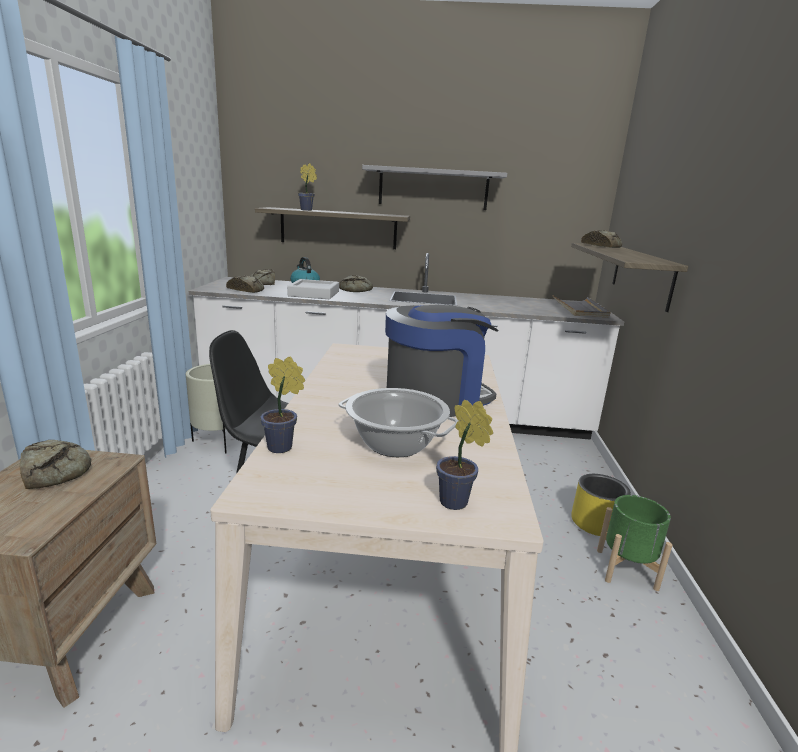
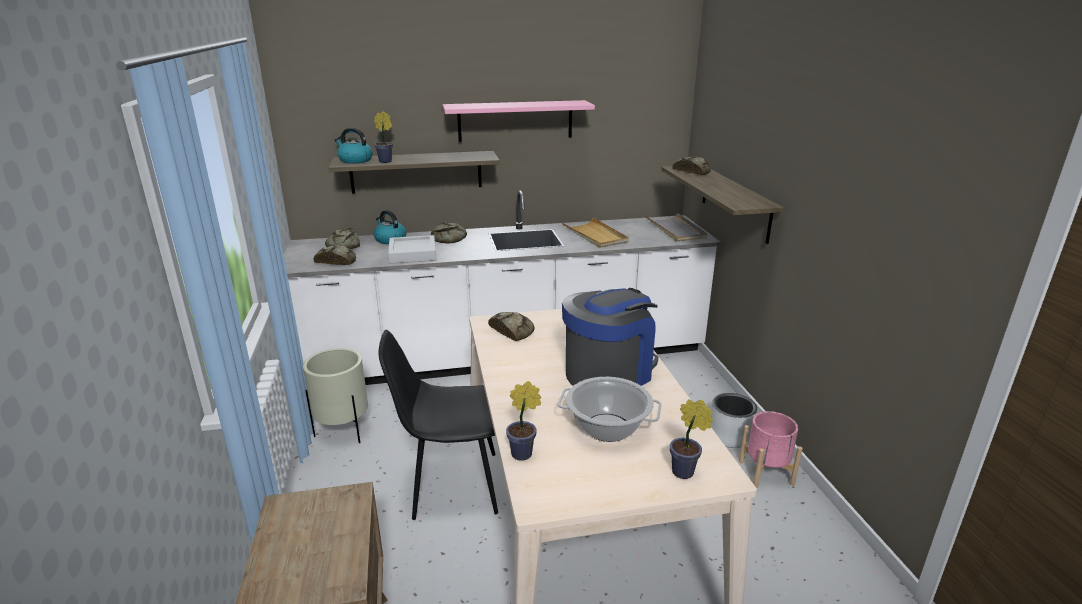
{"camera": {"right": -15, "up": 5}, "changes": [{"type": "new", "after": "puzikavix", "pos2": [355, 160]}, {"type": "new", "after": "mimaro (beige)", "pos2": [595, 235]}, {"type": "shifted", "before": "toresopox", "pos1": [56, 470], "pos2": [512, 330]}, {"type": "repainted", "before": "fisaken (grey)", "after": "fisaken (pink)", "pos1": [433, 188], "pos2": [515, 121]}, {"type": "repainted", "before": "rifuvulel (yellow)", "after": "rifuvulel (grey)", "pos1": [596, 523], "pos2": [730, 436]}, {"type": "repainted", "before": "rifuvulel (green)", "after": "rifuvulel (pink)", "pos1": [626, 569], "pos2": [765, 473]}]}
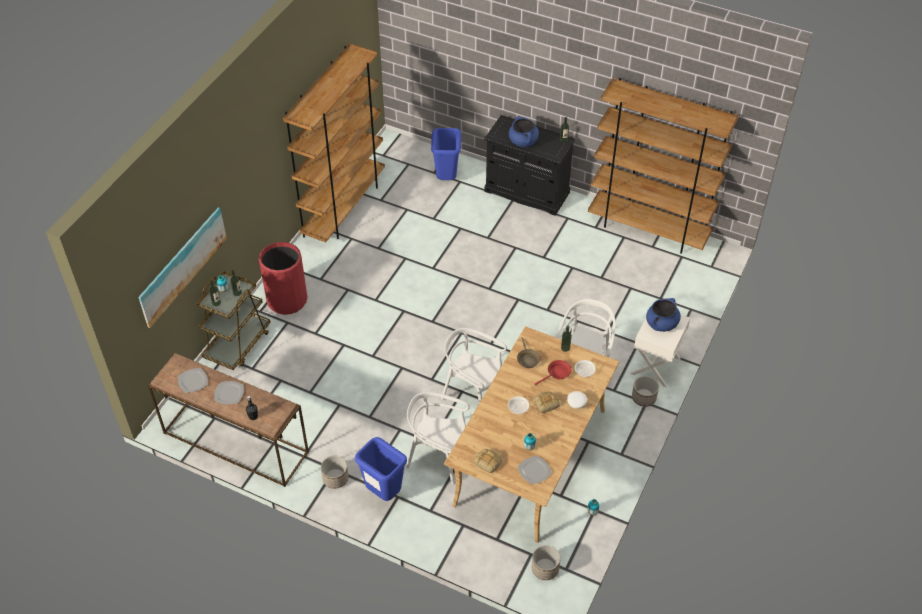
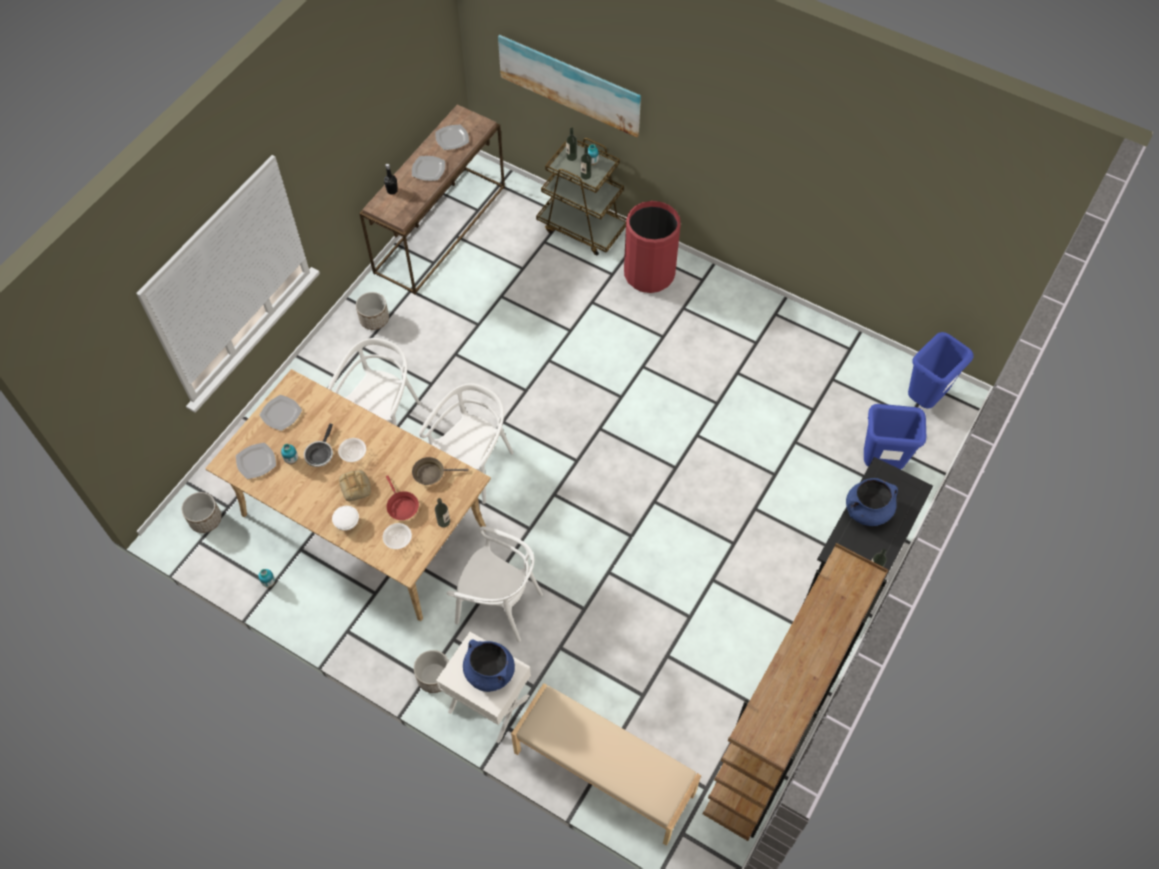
{"camera": {"right": 95, "up": 10}, "changes": [{"type": "gone", "before": "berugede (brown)", "pos1": [344, 207]}, {"type": "new", "after": "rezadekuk", "pos2": [320, 454]}, {"type": "new", "after": "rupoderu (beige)", "pos2": [603, 773]}, {"type": "shifted", "before": "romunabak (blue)", "pos1": [383, 493], "pos2": [924, 399]}, {"type": "swapped", "before": "toresopox", "after": "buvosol", "pos1": [488, 462], "pos2": [281, 414]}]}
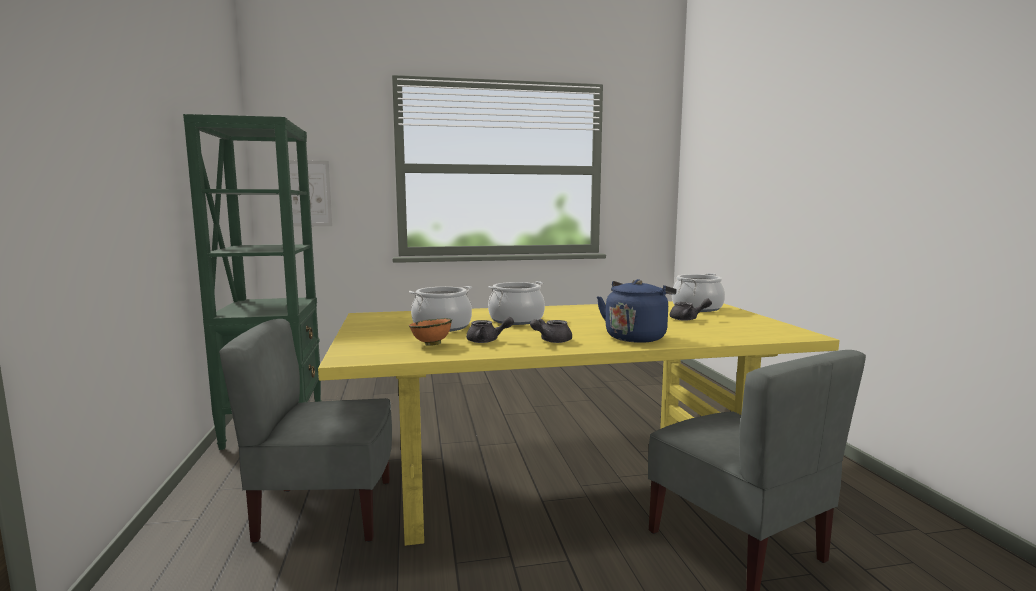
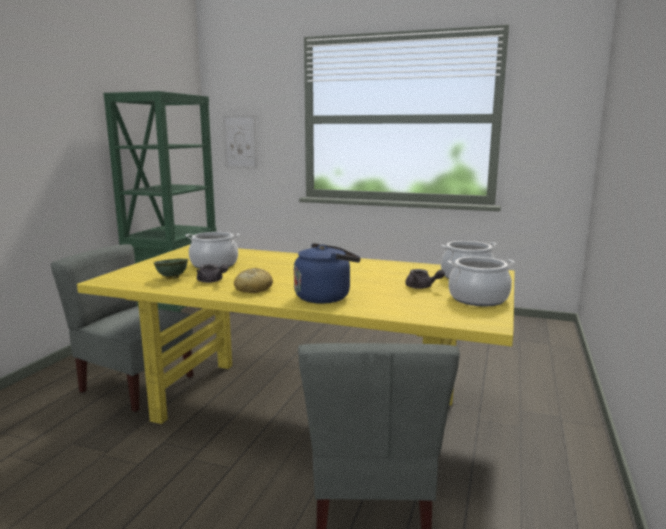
{"camera": {"right": 30, "up": 5}, "changes": [{"type": "shifted", "before": "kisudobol", "pos1": [516, 320], "pos2": [478, 299]}, {"type": "swapped", "before": "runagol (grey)", "after": "toresopox", "pos1": [551, 341], "pos2": [253, 289]}, {"type": "repainted", "before": "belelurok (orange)", "after": "belelurok (green)", "pos1": [431, 344], "pos2": [171, 278]}]}
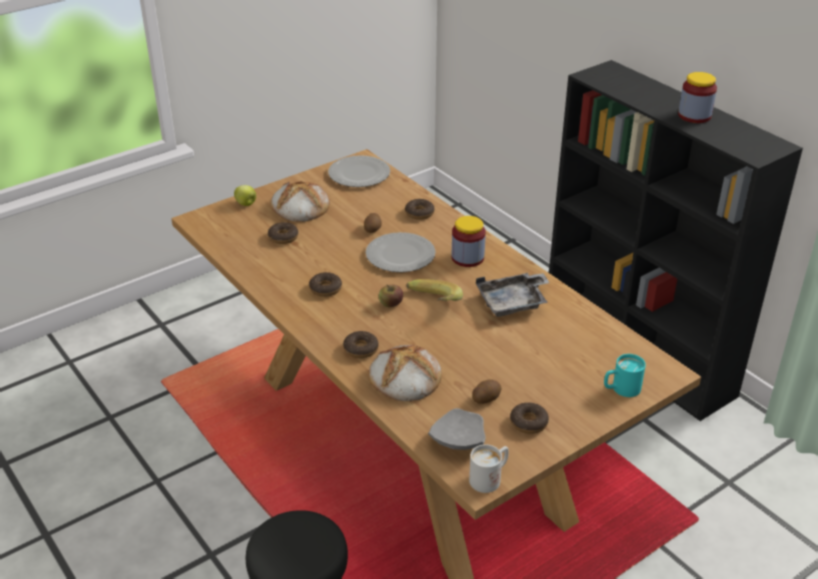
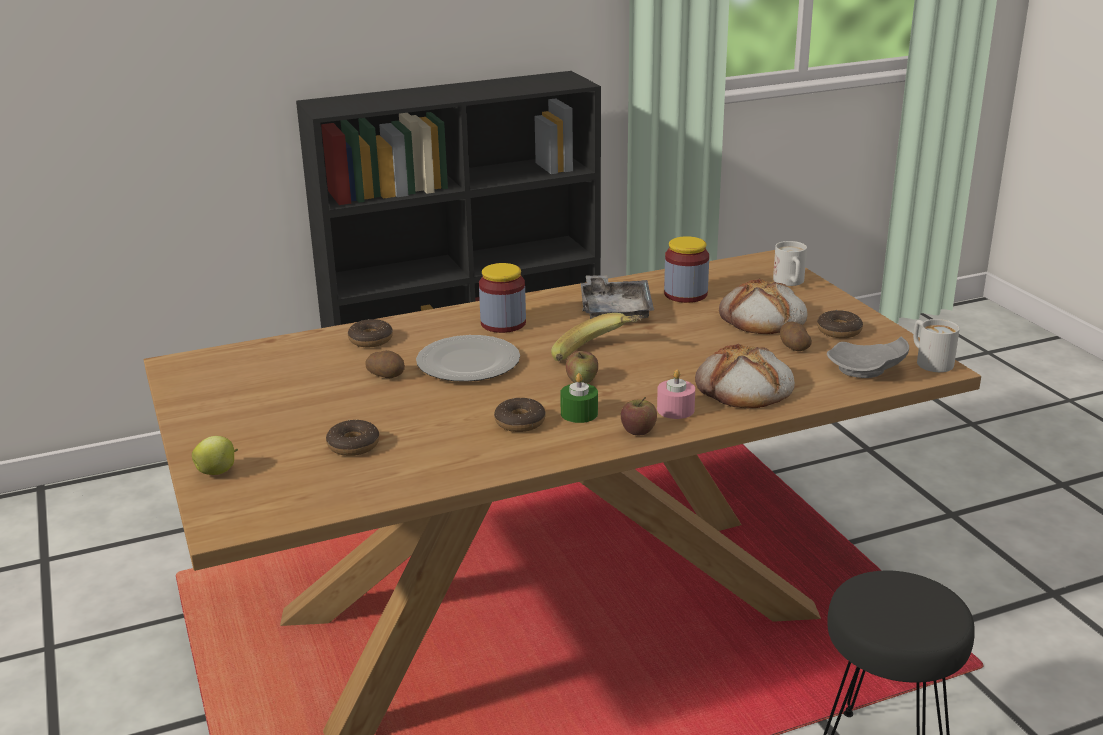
{"camera": {"right": -75, "up": -10}, "changes": [{"type": "gone", "before": "buvosol", "pos1": [358, 174]}, {"type": "new", "after": "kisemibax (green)", "pos2": [579, 413]}, {"type": "new", "after": "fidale", "pos2": [638, 431]}, {"type": "shifted", "before": "toresopox", "pos1": [300, 206], "pos2": [762, 318]}, {"type": "shifted", "before": "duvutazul", "pos1": [694, 116], "pos2": [685, 294]}, {"type": "swapped", "before": "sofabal", "after": "kisemibax (pink)", "pos1": [361, 349], "pos2": [675, 409]}, {"type": "repainted", "before": "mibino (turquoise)", "after": "mibino (white)", "pos1": [620, 389], "pos2": [790, 283]}]}
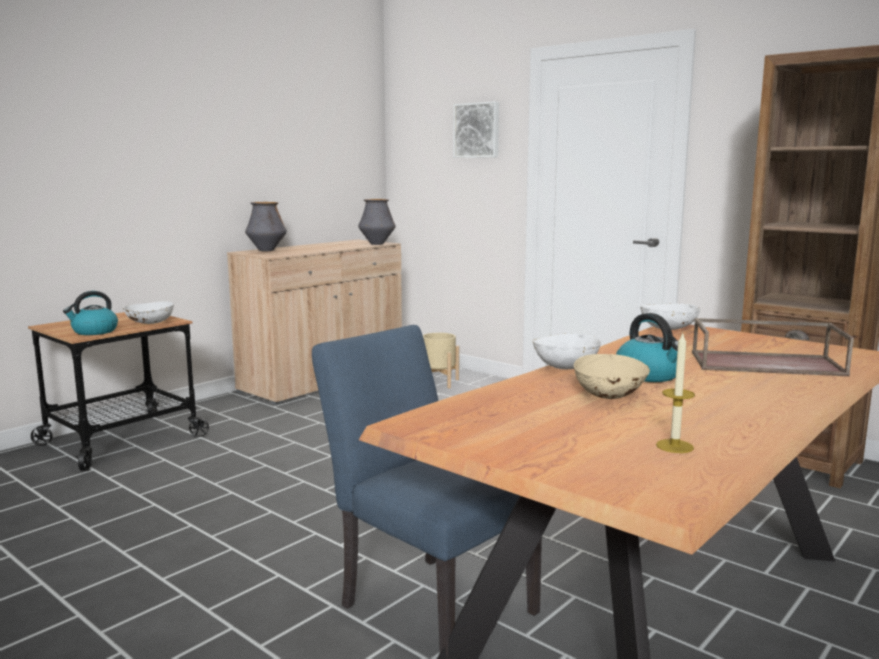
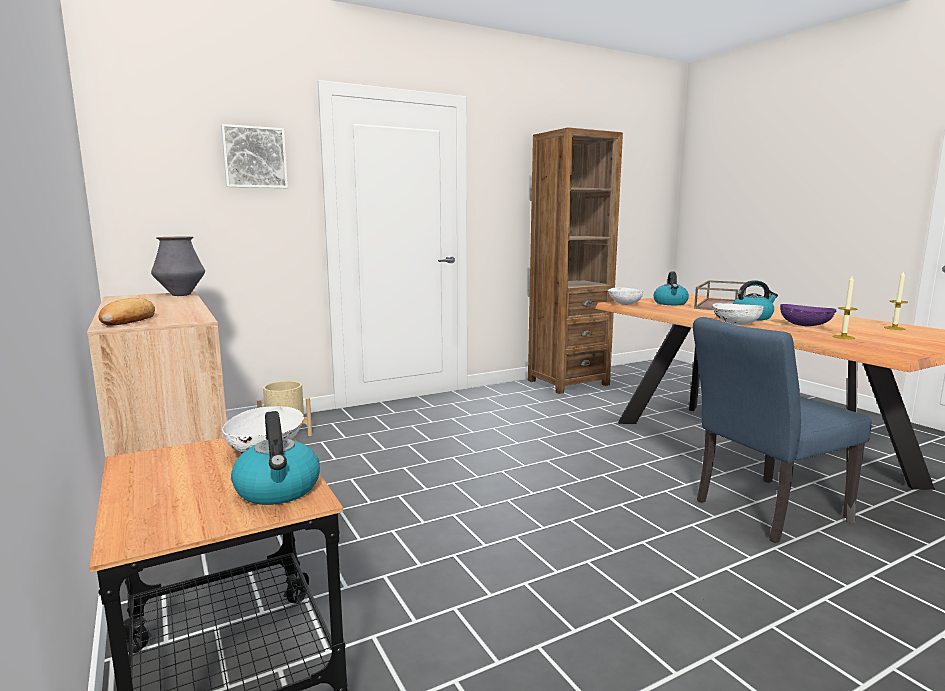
{"camera": {"right": -70, "up": 0}, "changes": [{"type": "new", "after": "puzikavix", "pos2": [670, 303]}, {"type": "new", "after": "kisemibax", "pos2": [843, 337]}, {"type": "swapped", "before": "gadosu", "after": "toresopox", "pos1": [266, 250], "pos2": [128, 319]}, {"type": "repainted", "before": "belelurok (beige)", "after": "belelurok (purple)", "pos1": [610, 396], "pos2": [805, 325]}]}
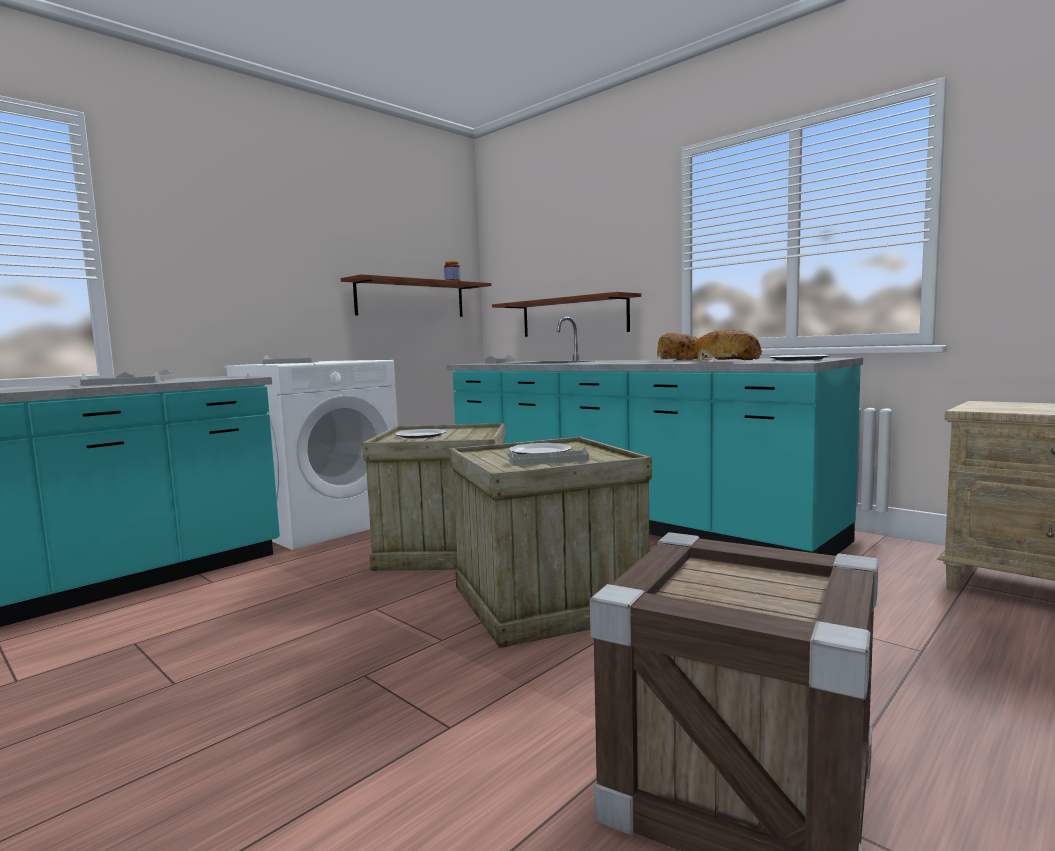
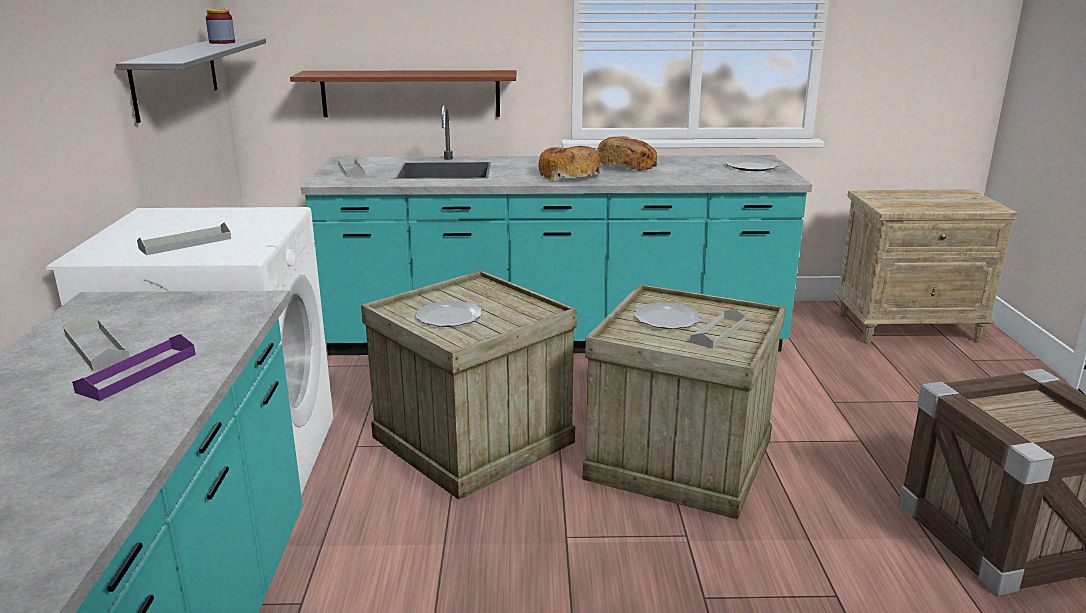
{"camera": {"right": -45, "up": 15}, "changes": [{"type": "shifted", "before": "toresopox", "pos1": [726, 361], "pos2": [568, 175]}, {"type": "repainted", "before": "mimaro (grey)", "after": "mimaro (purple)", "pos1": [121, 383], "pos2": [138, 372]}, {"type": "repainted", "before": "fisaken (brown)", "after": "fisaken (grey)", "pos1": [411, 299], "pos2": [176, 77]}]}
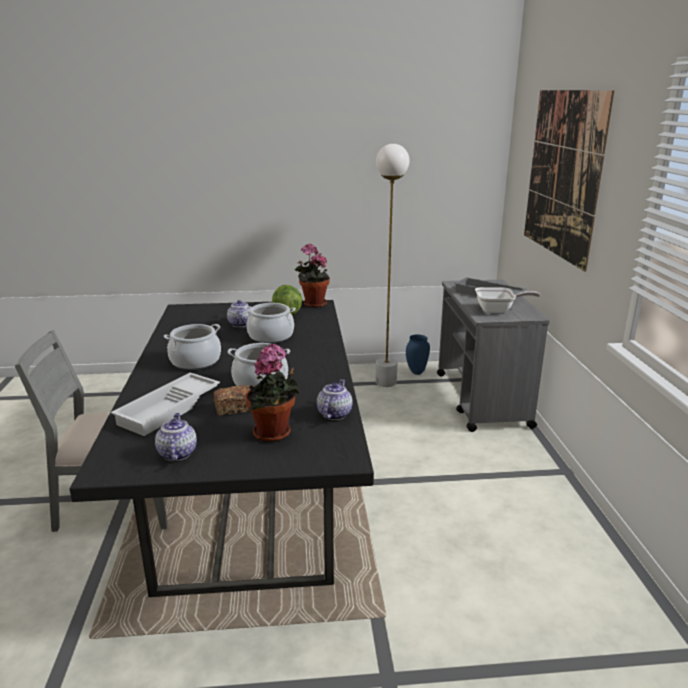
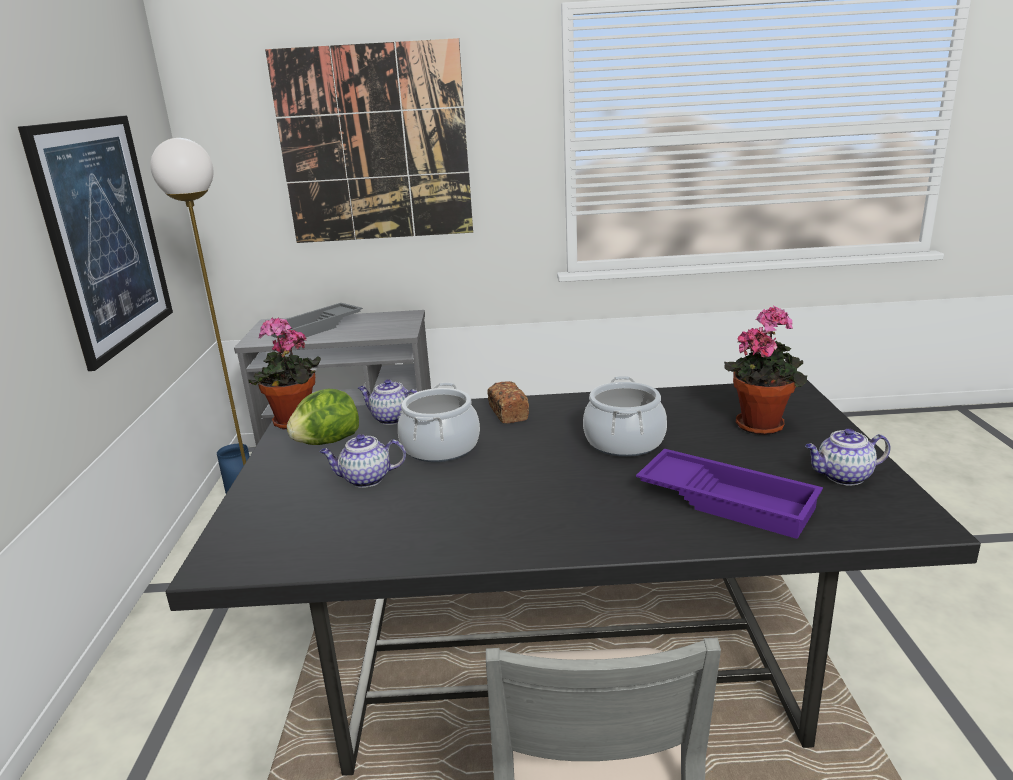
{"camera": {"right": -85, "up": 0}, "changes": [{"type": "gone", "before": "kisudobol", "pos1": [195, 362]}, {"type": "gone", "before": "rezadekuk", "pos1": [498, 310]}, {"type": "new", "after": "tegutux", "pos2": [105, 235]}, {"type": "shifted", "before": "toresopox", "pos1": [237, 408], "pos2": [508, 413]}, {"type": "shifted", "before": "runagol", "pos1": [334, 414], "pos2": [391, 418]}, {"type": "repainted", "before": "mimaro (white)", "after": "mimaro (purple)", "pos1": [169, 409], "pos2": [728, 500]}]}
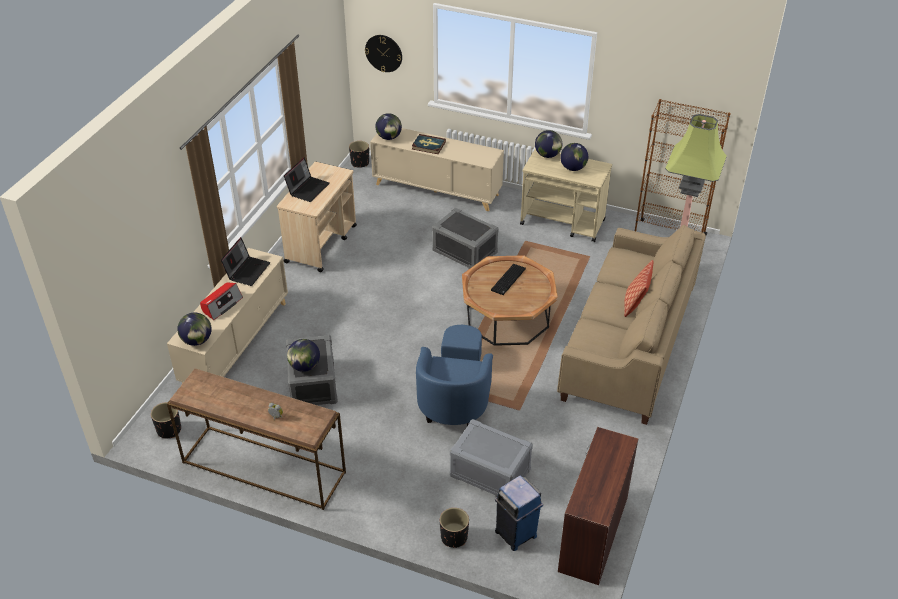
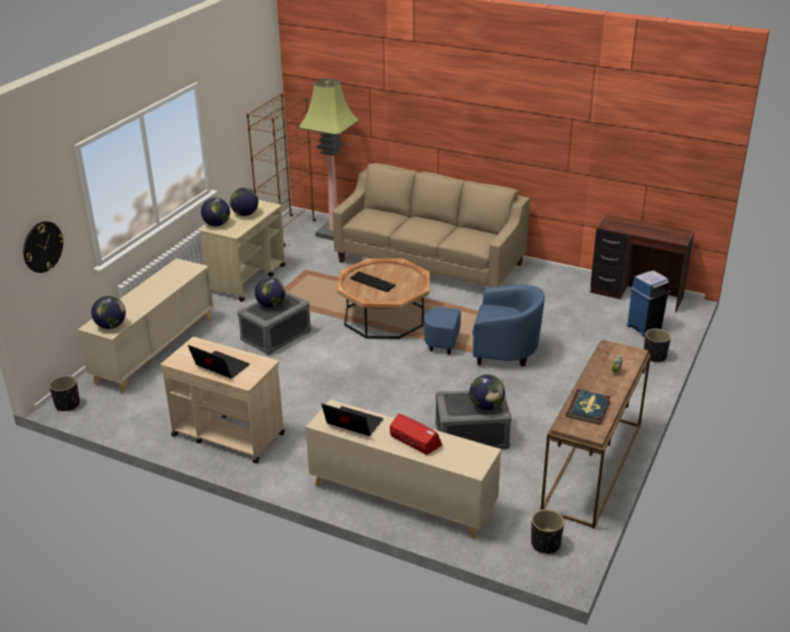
{"camera": {"right": -85, "up": -10}, "changes": [{"type": "gone", "before": "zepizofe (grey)", "pos1": [489, 473]}, {"type": "gone", "before": "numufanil", "pos1": [635, 304]}, {"type": "shifted", "before": "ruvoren", "pos1": [197, 341], "pos2": [271, 305]}, {"type": "shifted", "before": "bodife", "pos1": [428, 145], "pos2": [588, 409]}]}
